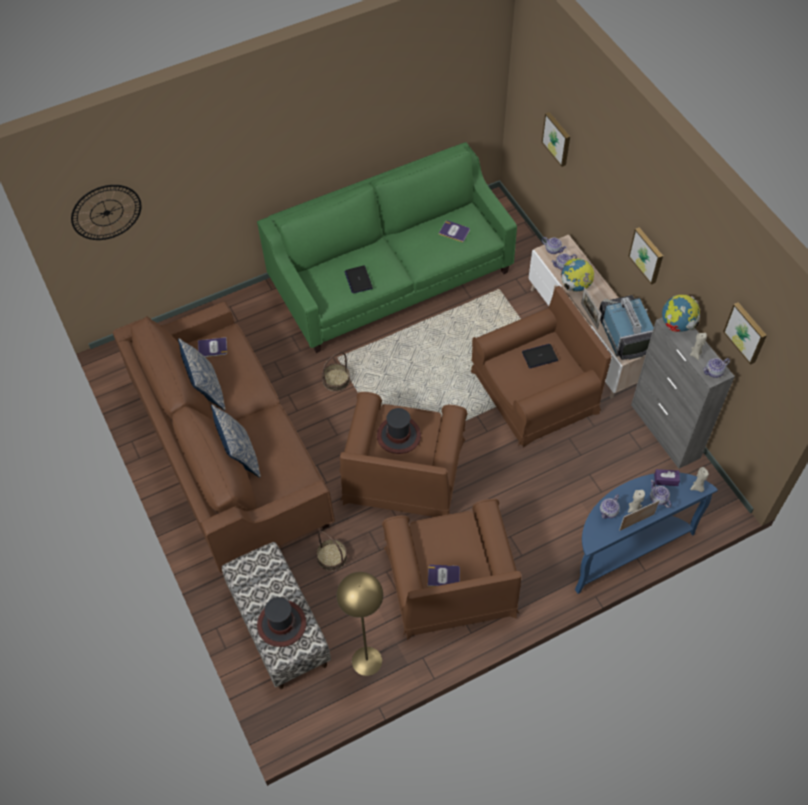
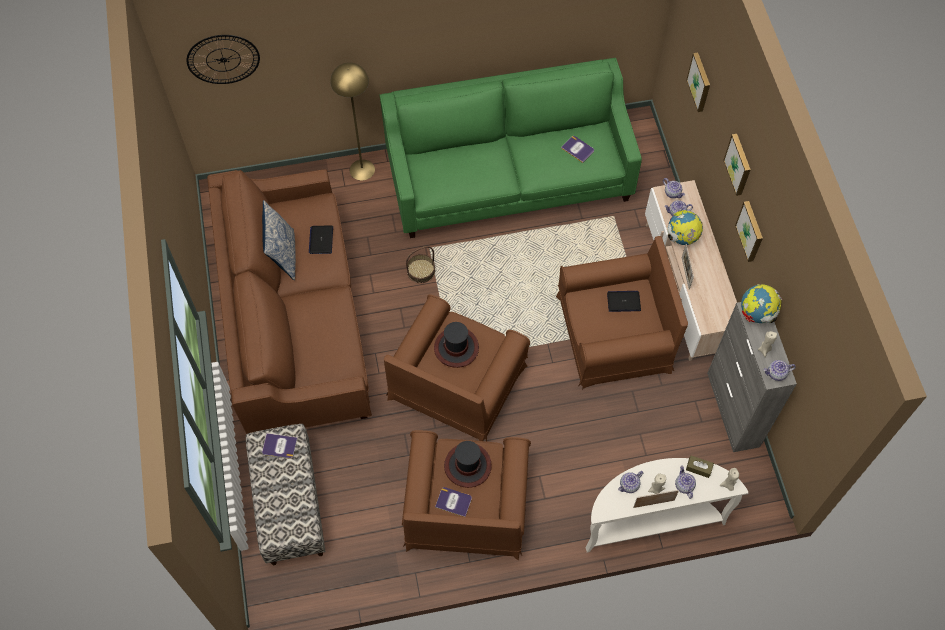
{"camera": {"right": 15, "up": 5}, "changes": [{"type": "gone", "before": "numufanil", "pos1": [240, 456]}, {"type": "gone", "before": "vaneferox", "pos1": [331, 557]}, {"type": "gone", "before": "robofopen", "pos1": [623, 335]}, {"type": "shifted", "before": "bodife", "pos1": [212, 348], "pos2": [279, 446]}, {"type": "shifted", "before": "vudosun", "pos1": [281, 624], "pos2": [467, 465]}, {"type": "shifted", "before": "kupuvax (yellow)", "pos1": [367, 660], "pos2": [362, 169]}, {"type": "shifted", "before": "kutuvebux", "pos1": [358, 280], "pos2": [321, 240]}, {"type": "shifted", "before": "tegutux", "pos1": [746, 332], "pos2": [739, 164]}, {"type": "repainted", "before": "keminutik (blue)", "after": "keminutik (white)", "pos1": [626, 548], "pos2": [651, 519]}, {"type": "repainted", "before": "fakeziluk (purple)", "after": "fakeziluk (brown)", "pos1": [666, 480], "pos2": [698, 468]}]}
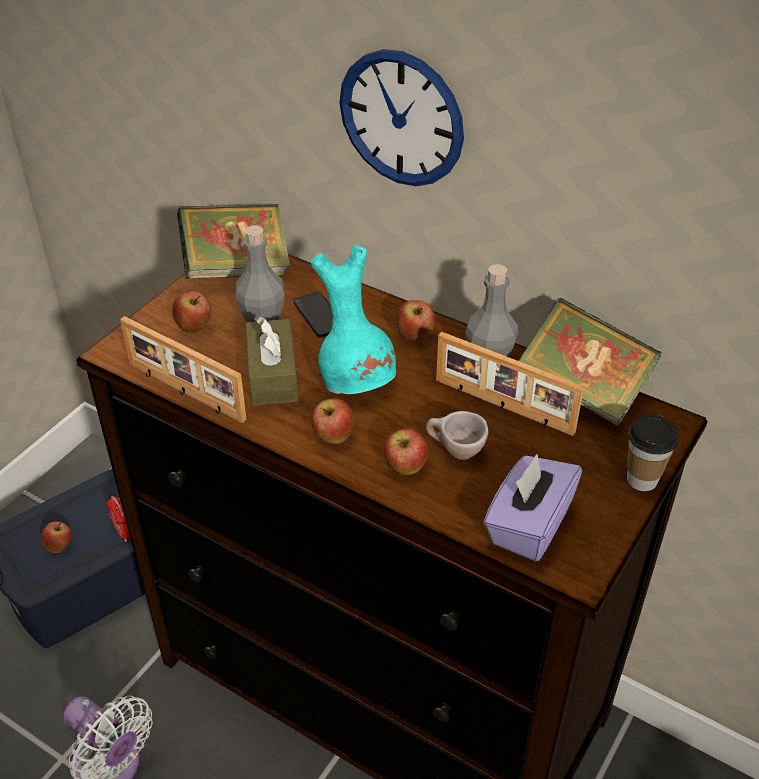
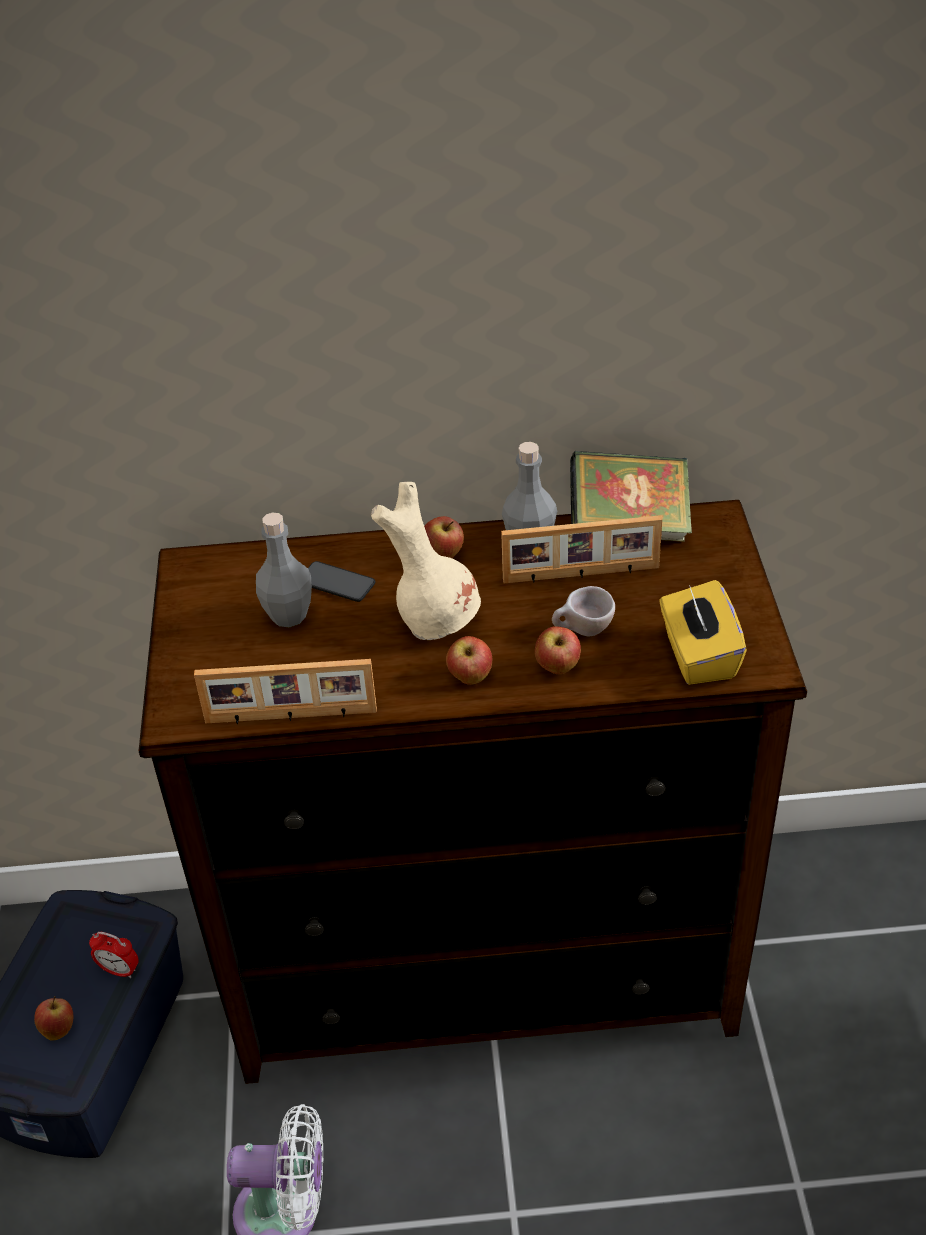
{"camera": {"right": -35, "up": 0}, "changes": [{"type": "gone", "before": "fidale", "pos1": [194, 327]}, {"type": "gone", "before": "bodife", "pos1": [236, 269]}, {"type": "gone", "before": "fakeziluk (brown)", "pos1": [272, 375]}, {"type": "gone", "before": "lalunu", "pos1": [401, 118]}, {"type": "gone", "before": "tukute", "pos1": [641, 479]}, {"type": "repainted", "before": "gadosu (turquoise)", "after": "gadosu (beige)", "pos1": [357, 380], "pos2": [437, 620]}, {"type": "repainted", "before": "fakeziluk (purple)", "after": "fakeziluk (yellow)", "pos1": [528, 525], "pos2": [698, 655]}]}
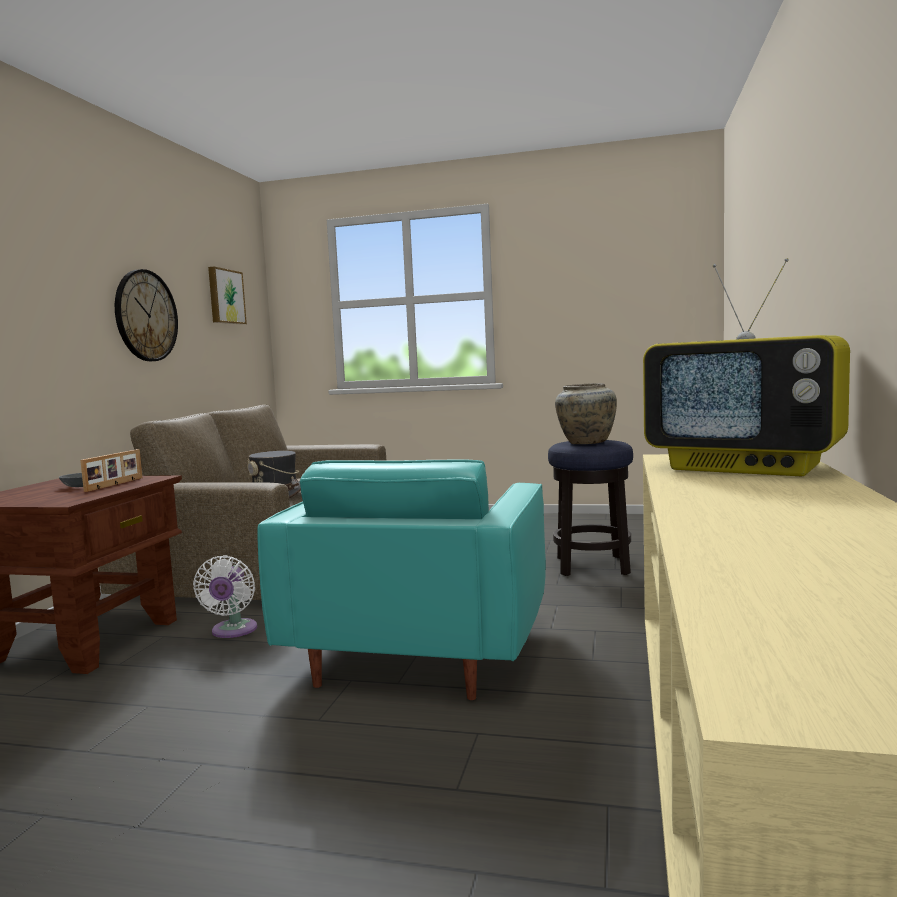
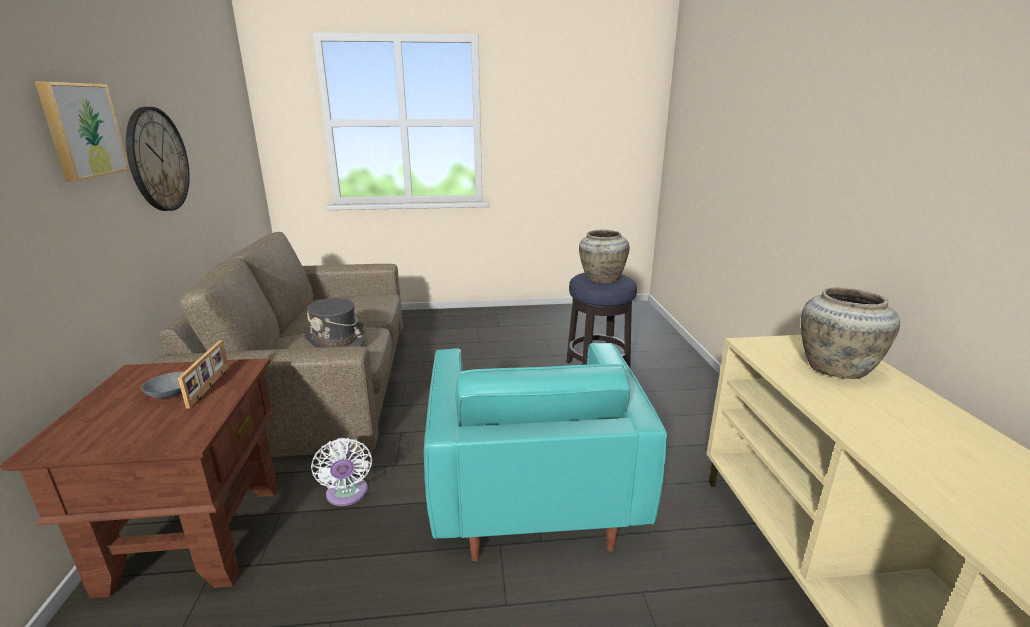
{"camera": {"right": -20, "up": 15}, "changes": [{"type": "shifted", "before": "tegutux", "pos1": [225, 296], "pos2": [81, 130]}, {"type": "swapped", "before": "robofopen", "after": "gadosu (beige)", "pos1": [746, 467], "pos2": [836, 368]}]}
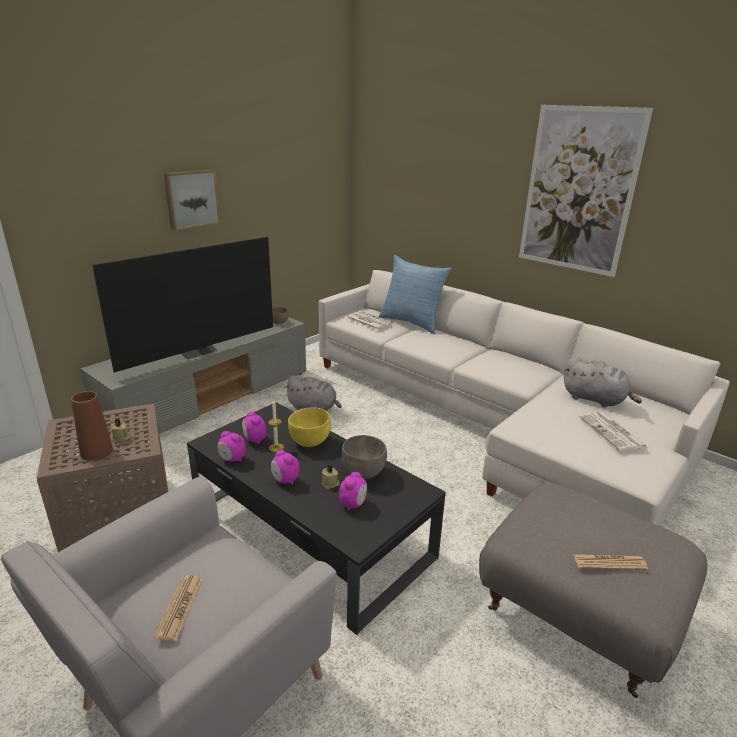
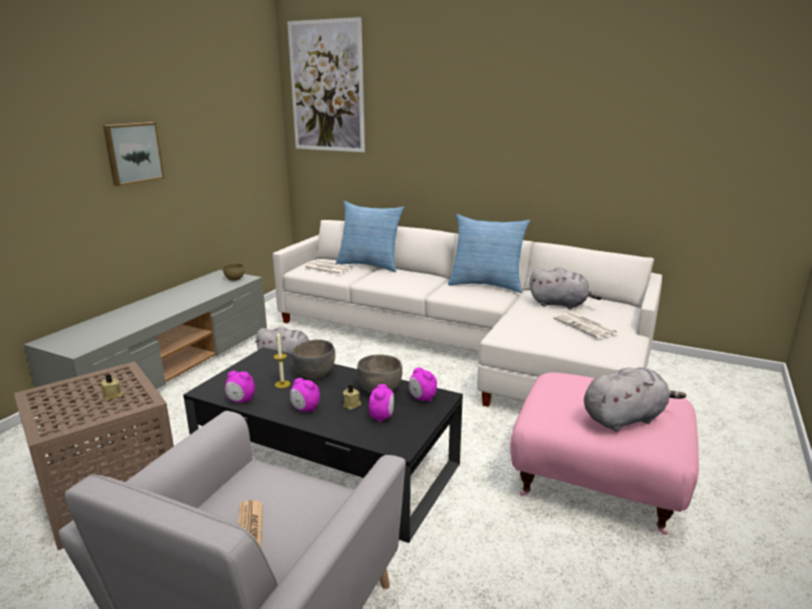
{"camera": {"right": -15, "up": -5}, "changes": [{"type": "gone", "before": "gadosu (brown)", "pos1": [96, 452]}, {"type": "gone", "before": "robofopen", "pos1": [198, 351]}, {"type": "new", "after": "numufanil", "pos2": [486, 285]}, {"type": "shifted", "before": "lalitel", "pos1": [254, 440], "pos2": [422, 398]}, {"type": "shifted", "before": "tegutux", "pos1": [578, 191], "pos2": [326, 87]}, {"type": "swapped", "before": "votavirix", "after": "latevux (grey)", "pos1": [609, 562], "pos2": [625, 418]}, {"type": "repainted", "before": "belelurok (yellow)", "after": "belelurok (grey)", "pos1": [310, 442], "pos2": [315, 374]}, {"type": "repainted", "before": "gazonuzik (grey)", "after": "gazonuzik (pink)", "pos1": [575, 617], "pos2": [595, 486]}]}
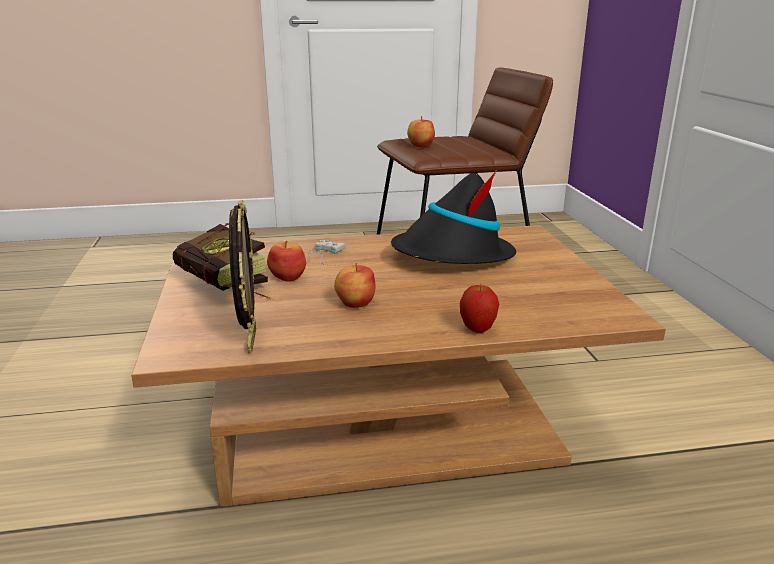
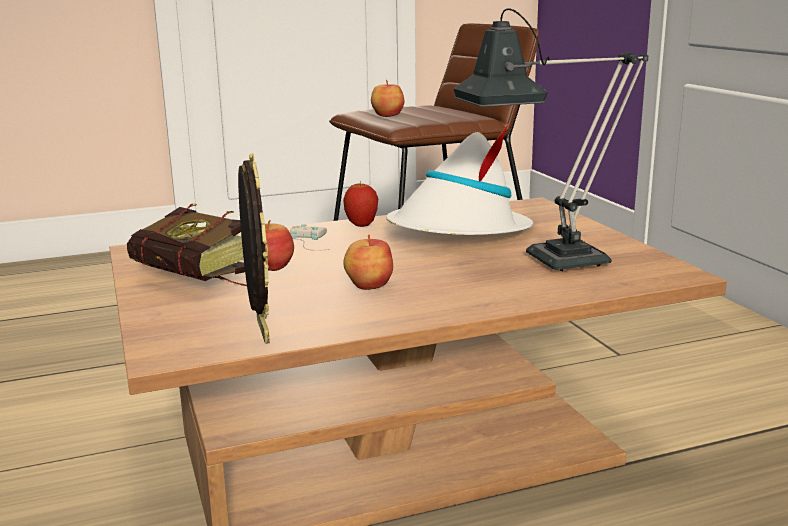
{"camera": {"right": -10, "up": -5}, "changes": [{"type": "new", "after": "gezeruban", "pos2": [549, 263]}, {"type": "shifted", "before": "fidale", "pos1": [477, 330], "pos2": [361, 225]}, {"type": "repainted", "before": "vudosun (black)", "after": "vudosun (white)", "pos1": [452, 256], "pos2": [458, 232]}]}
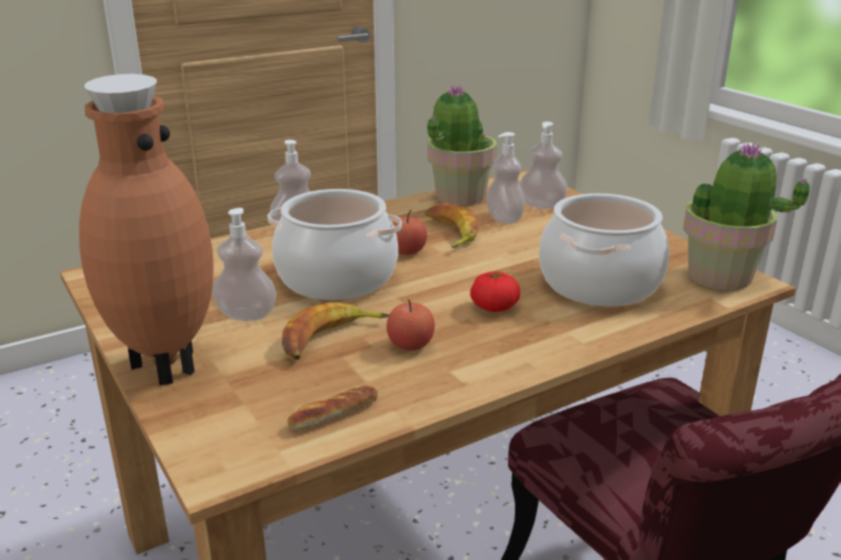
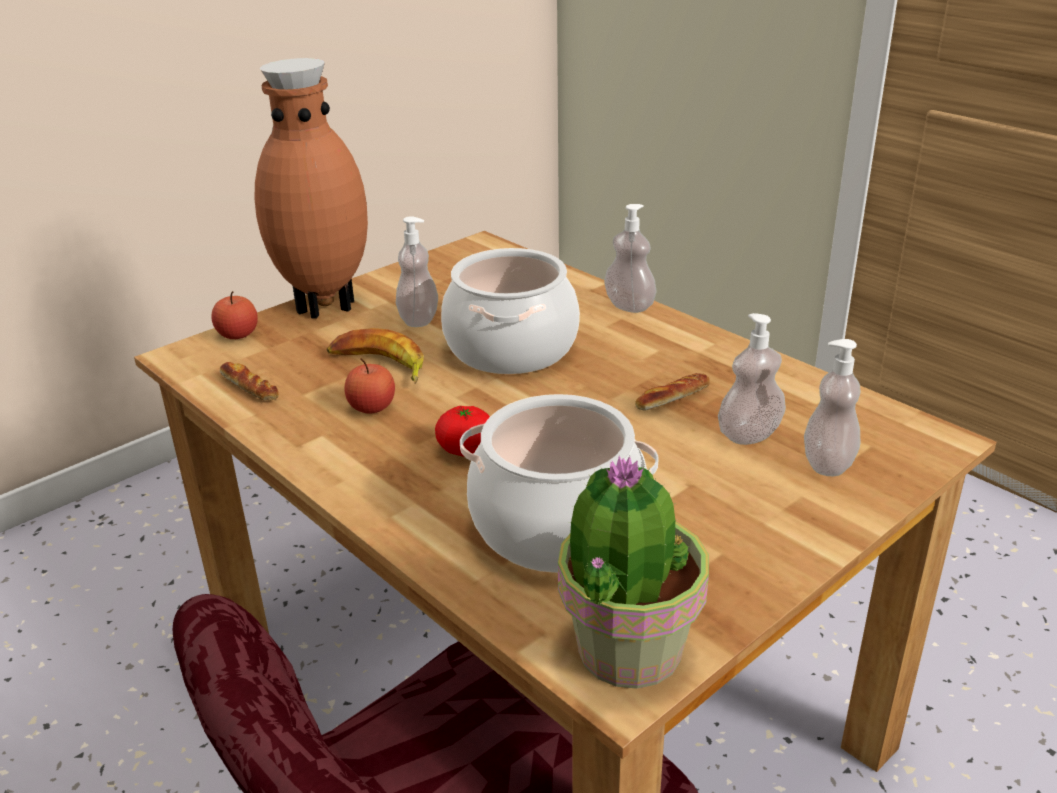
{"camera": {"right": 80, "up": 5}, "changes": [{"type": "gone", "before": "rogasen", "pos1": [459, 196]}, {"type": "shifted", "before": "fidale", "pos1": [407, 251], "pos2": [238, 335]}, {"type": "swapped", "before": "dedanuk", "after": "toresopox", "pos1": [449, 232], "pos2": [673, 398]}]}
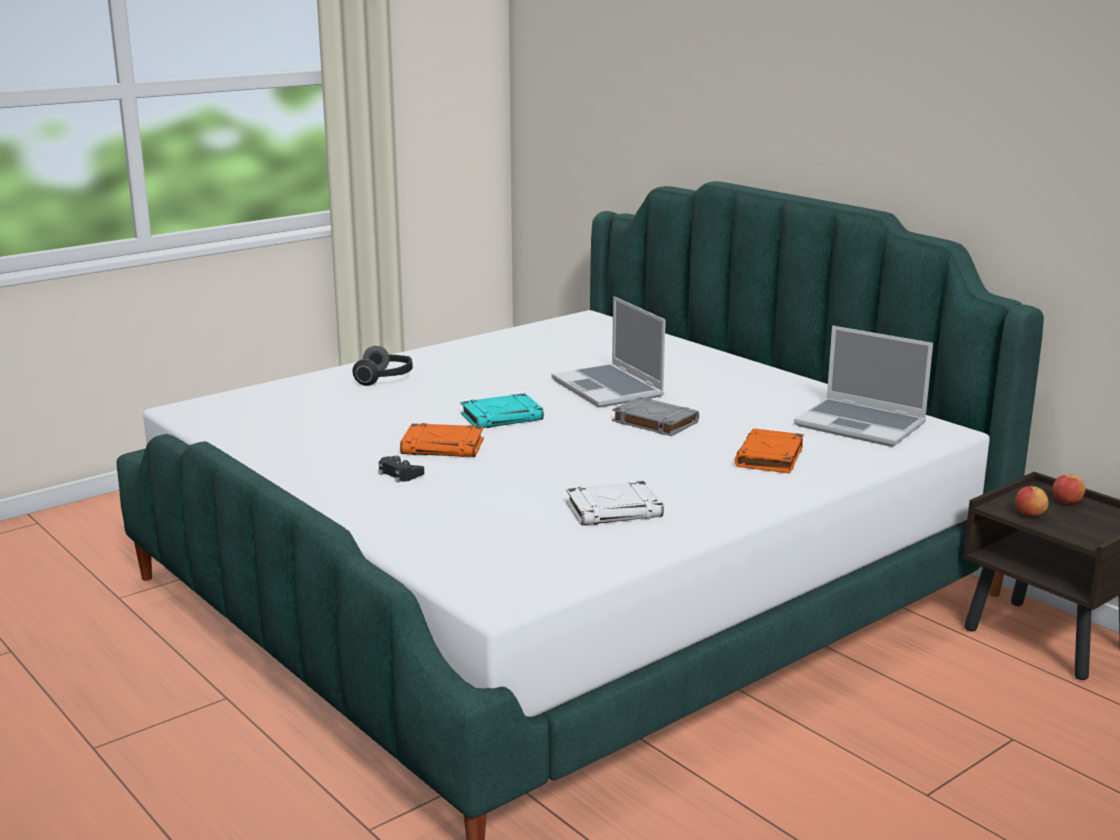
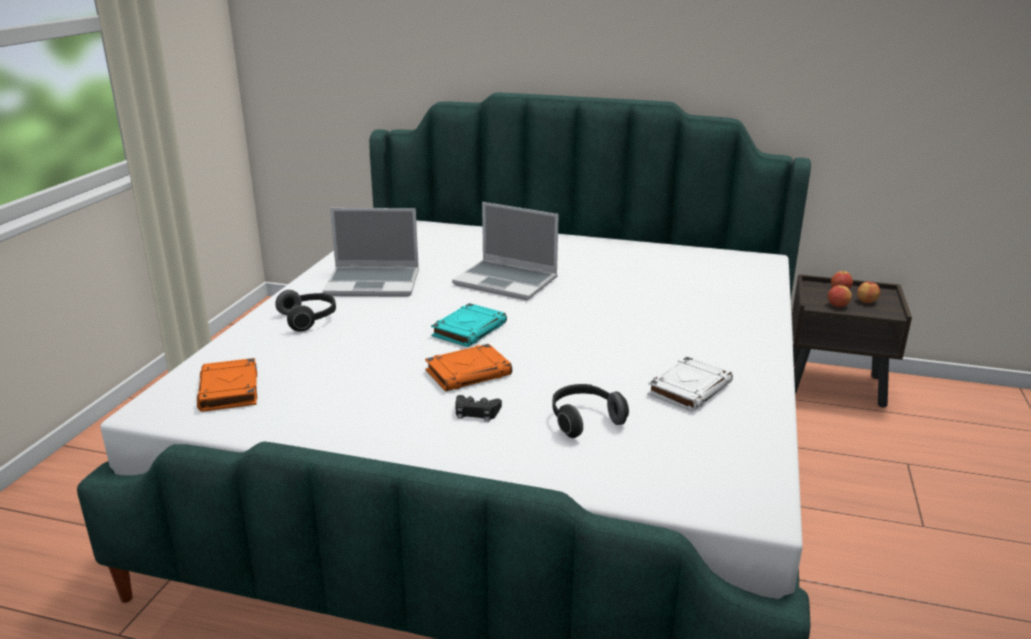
{"camera": {"right": -35, "up": 5}, "changes": [{"type": "gone", "before": "bodife (grey)", "pos1": [654, 422]}, {"type": "new", "after": "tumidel", "pos2": [584, 420]}, {"type": "new", "after": "fidale", "pos2": [866, 301]}, {"type": "shifted", "before": "bodife (orange)", "pos1": [769, 457], "pos2": [229, 390]}, {"type": "shifted", "before": "kutuvebux", "pos1": [862, 425], "pos2": [374, 283]}]}
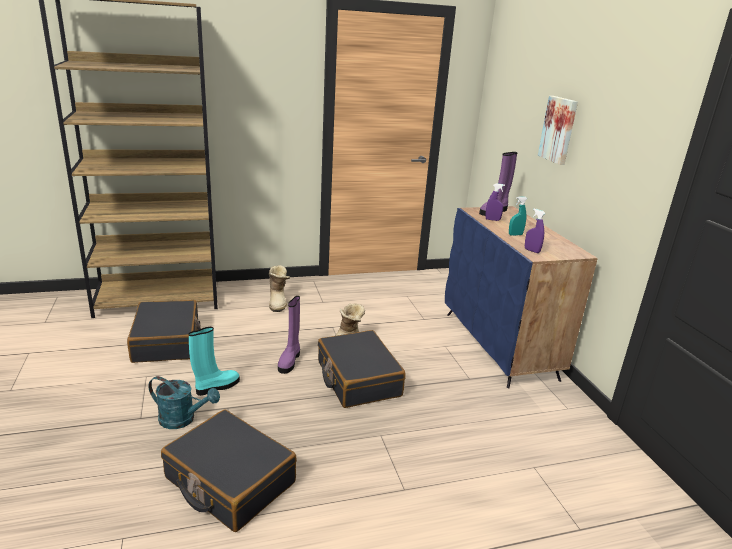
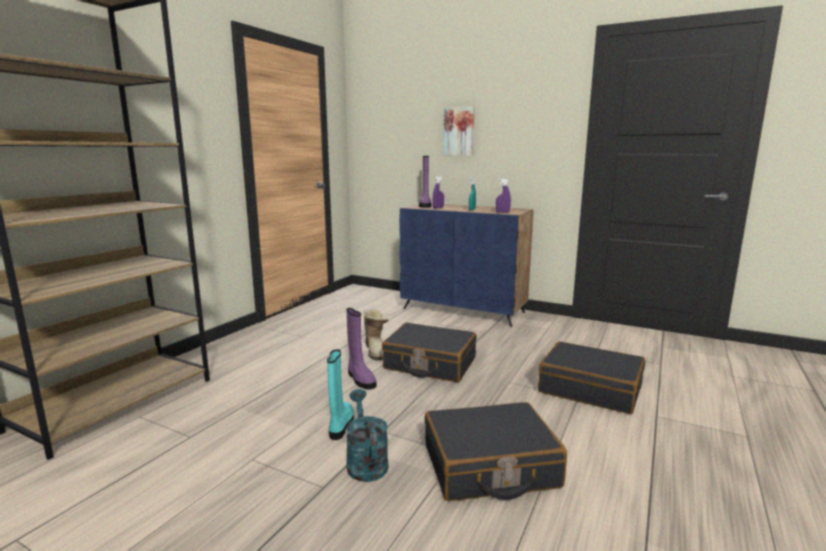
{"camera": {"right": -45, "up": -10}, "changes": [{"type": "gone", "before": "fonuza", "pos1": [278, 302]}, {"type": "shifted", "before": "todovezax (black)", "pos1": [167, 341], "pos2": [590, 389]}, {"type": "rotated", "before": "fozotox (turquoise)", "pos1": [183, 419], "pos2": [365, 461], "turn": -75}]}
